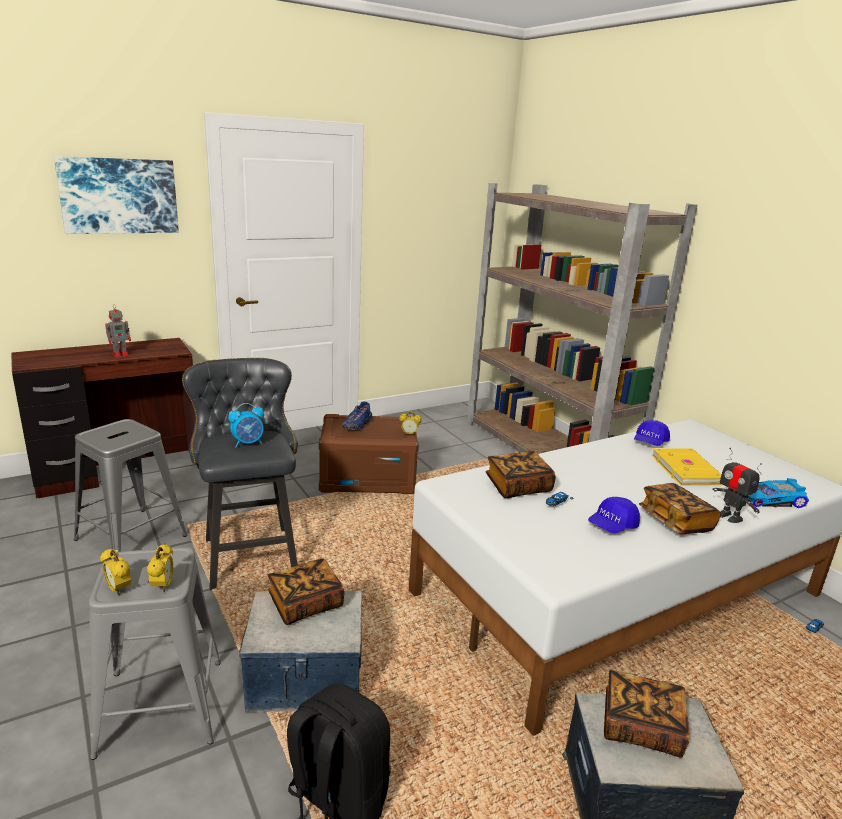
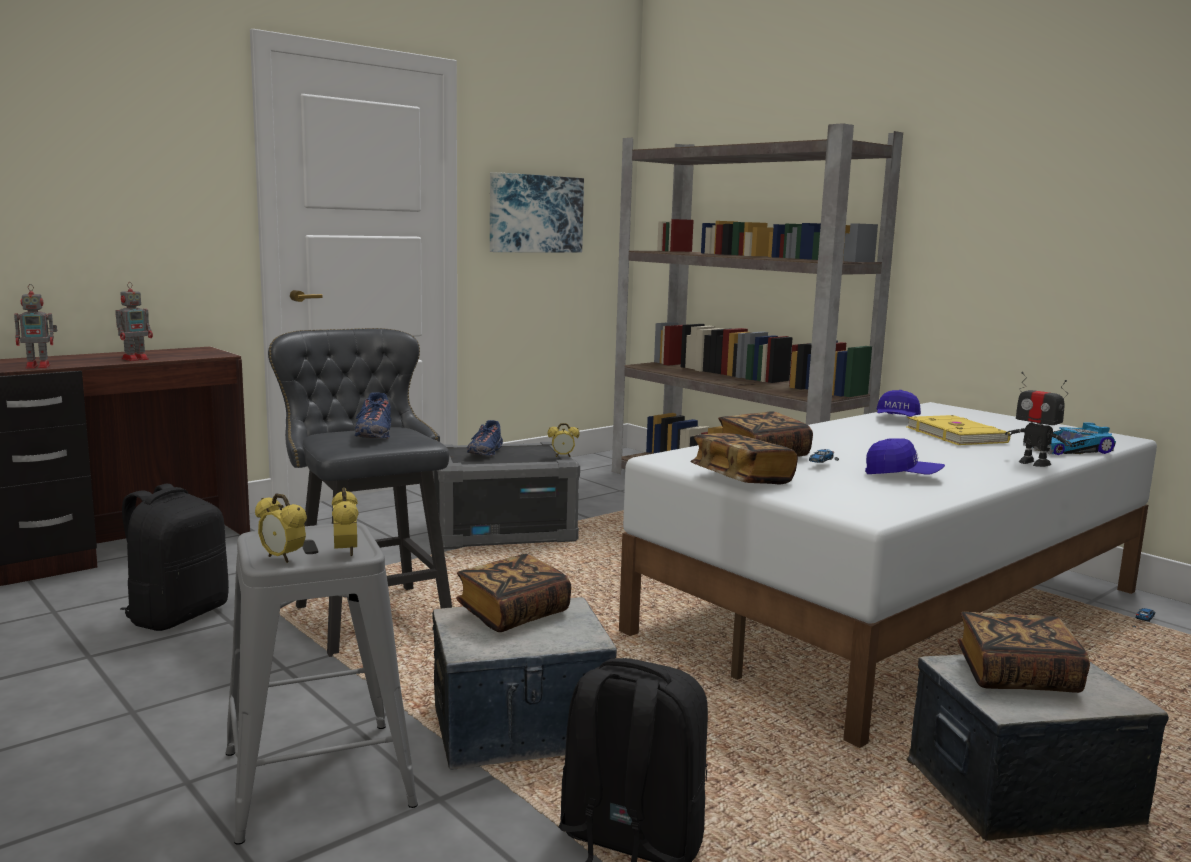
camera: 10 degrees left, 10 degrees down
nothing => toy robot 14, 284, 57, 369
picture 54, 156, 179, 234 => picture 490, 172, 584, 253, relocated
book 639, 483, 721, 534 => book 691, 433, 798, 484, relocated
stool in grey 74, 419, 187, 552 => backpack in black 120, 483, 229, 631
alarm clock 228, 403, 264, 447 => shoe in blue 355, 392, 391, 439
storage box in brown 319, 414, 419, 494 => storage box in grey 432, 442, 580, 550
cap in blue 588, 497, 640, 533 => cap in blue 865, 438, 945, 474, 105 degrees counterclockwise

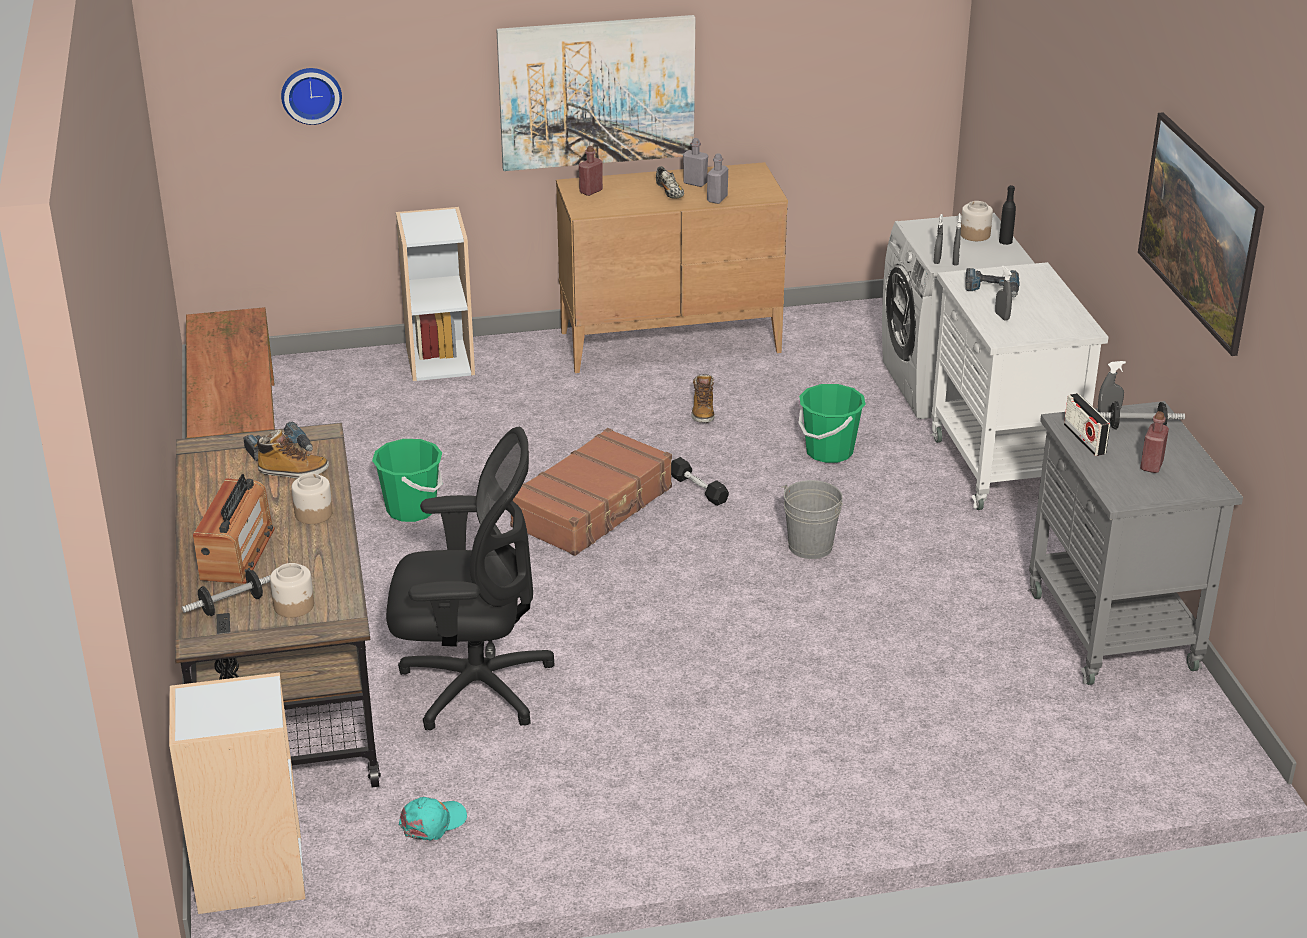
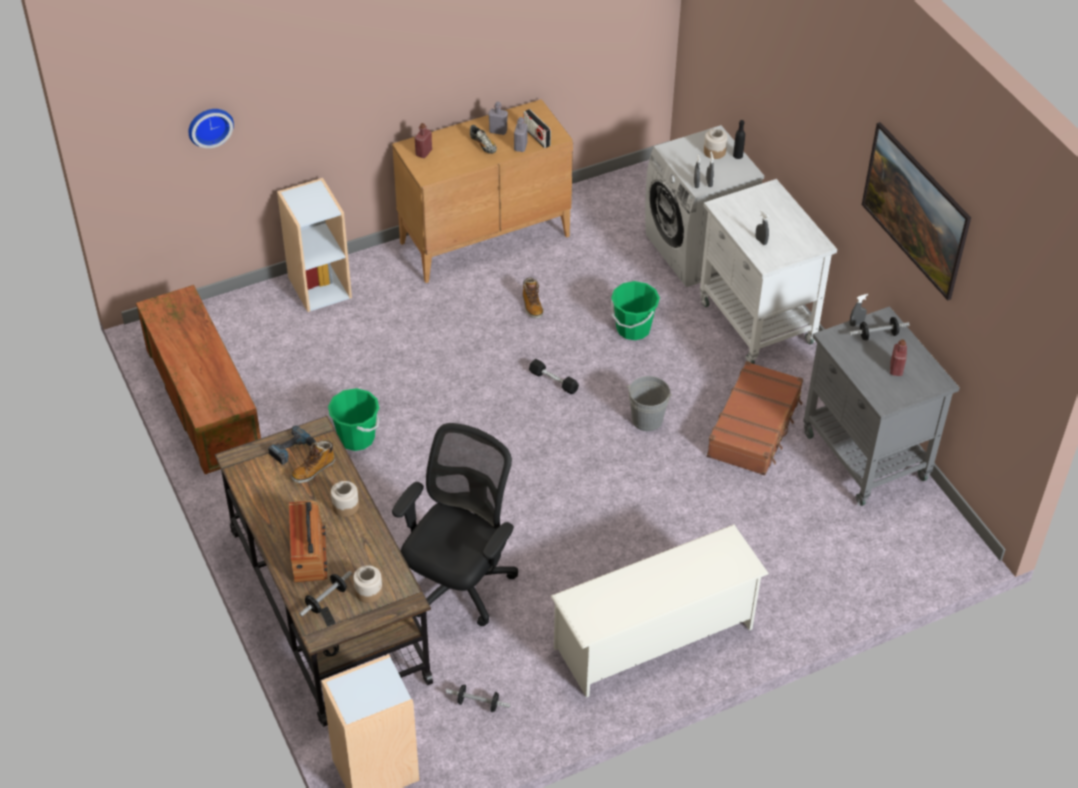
camera: 15 degrees left, 15 degrees up
picture 496, 15, 695, 171 => nothing
power drill 965, 268, 1019, 298 => nothing
nothing => shoe rack in white 551, 524, 769, 698
suitcase in brown 510, 428, 672, 556 => suitcase in brown 707, 361, 803, 476, relocated
radio 1064, 393, 1110, 456 => radio 524, 109, 551, 148, relocated
cap in turquoise 399, 797, 467, 841 => dumbbell 446, 684, 511, 712
boot 255, 430, 329, 478 => boot 291, 441, 335, 483, 150 degrees clockwise
office chair in black 386, 427, 555, 730 => office chair in black 392, 423, 518, 626, 45 degrees counterclockwise

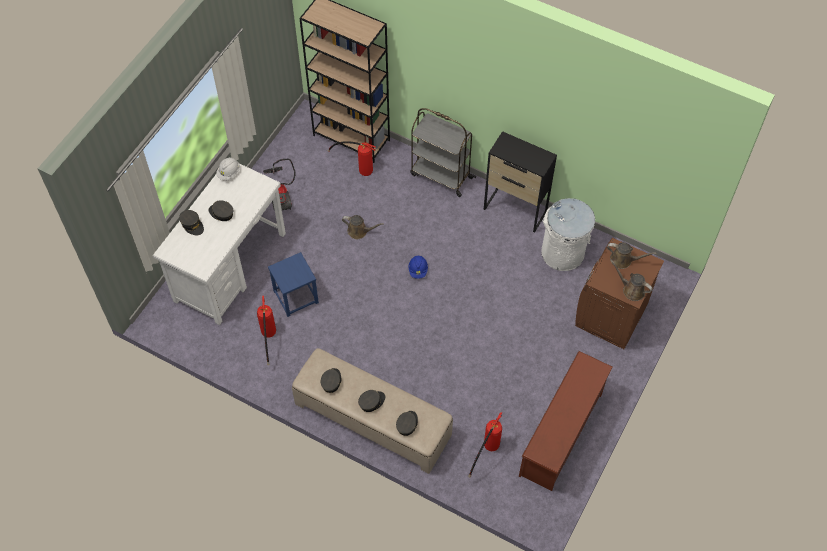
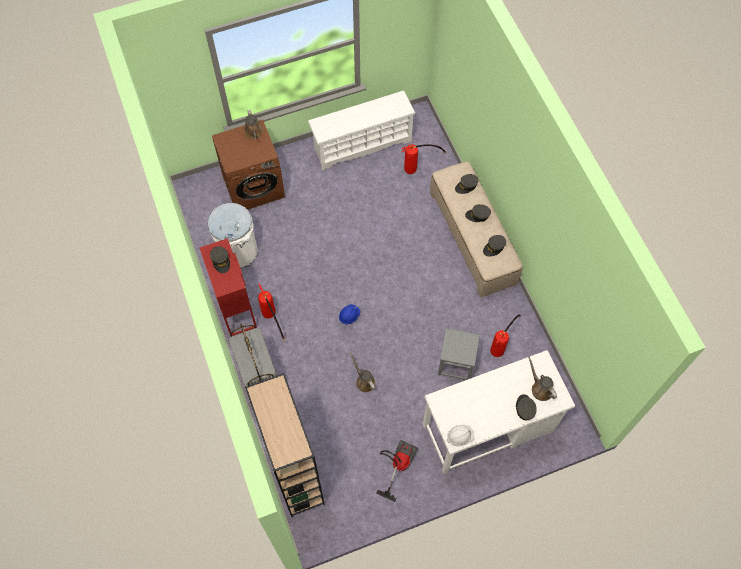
camera: 140 degrees left, 5 degrees up
cap in grey 209, 200, 233, 221 => cap in grey 210, 246, 230, 273, relocated
fire extinguisher 328, 141, 376, 176 => fire extinguisher 258, 284, 285, 341, relocated
watering can in brown 607, 242, 656, 269 => watering can in brown 528, 356, 557, 401, relocated
stool in blue 268, 252, 319, 317 => stool in grey 438, 328, 480, 380
cabinet in black 484, 131, 557, 233 => cabinet in red 200, 238, 257, 336
shoe rack in brown 519, 351, 613, 491 => shoe rack in white 308, 91, 416, 171

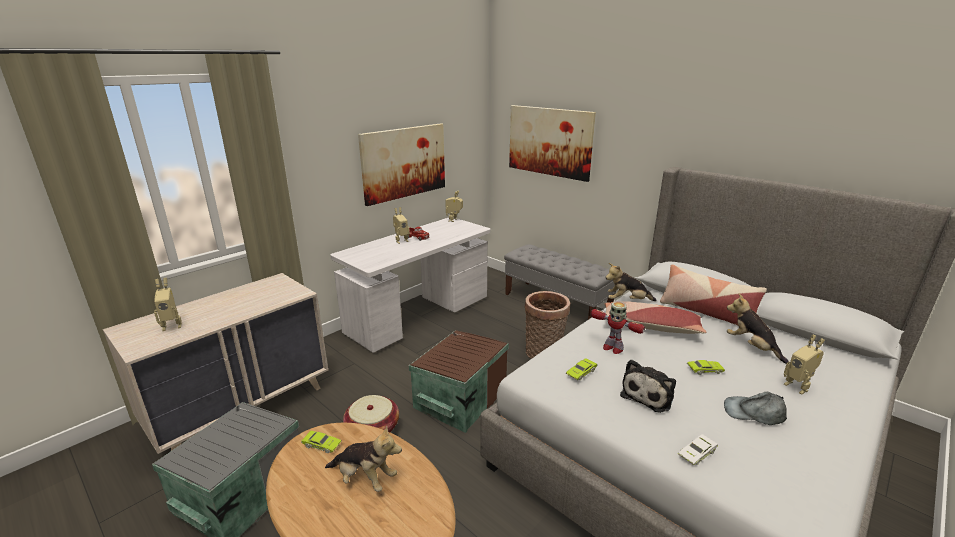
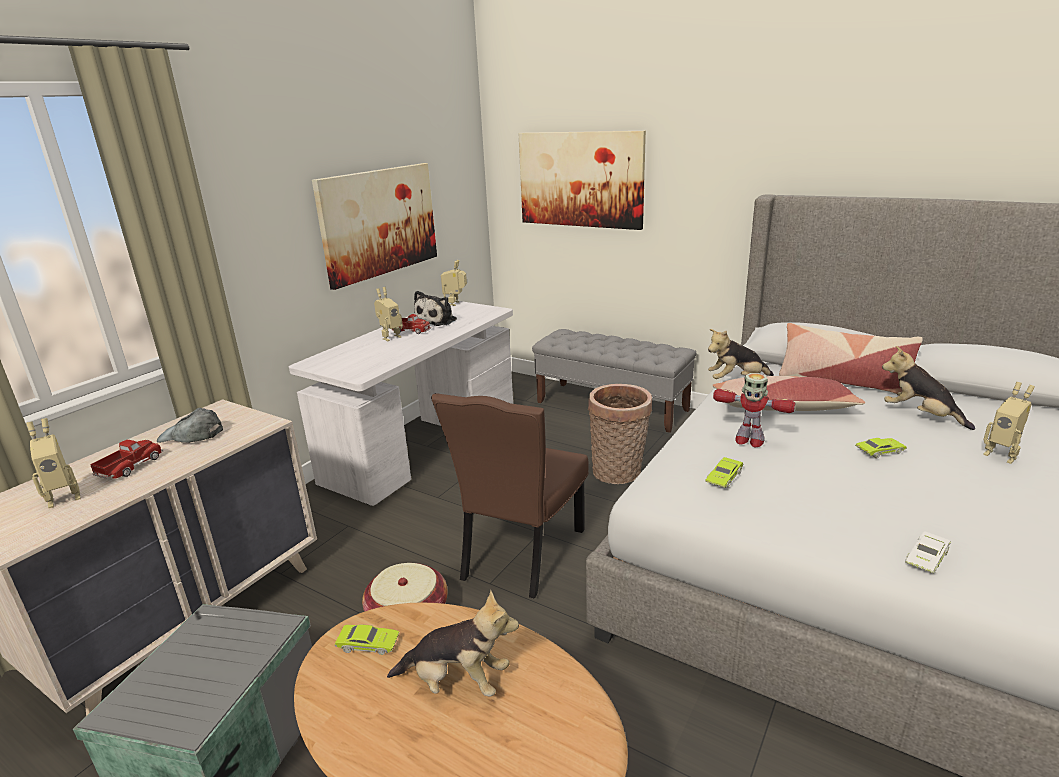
camera: 10 degrees left, 0 degrees up
nothing => toy truck 90, 440, 163, 479
plush toy 620, 360, 676, 413 => plush toy 414, 291, 457, 326, relocated
cap in grey 724, 392, 787, 425 => cap in grey 157, 408, 223, 443, relocated
storage box in brown 409, 330, 509, 433 => chair in brown 431, 393, 589, 599

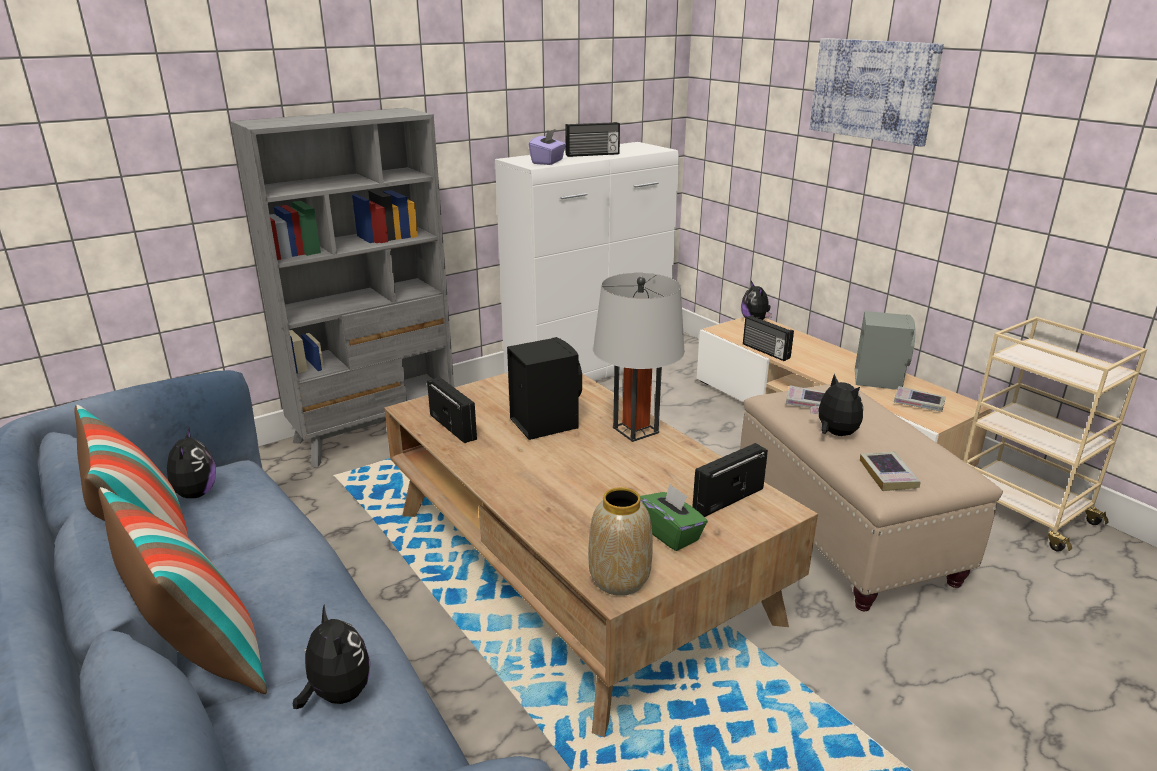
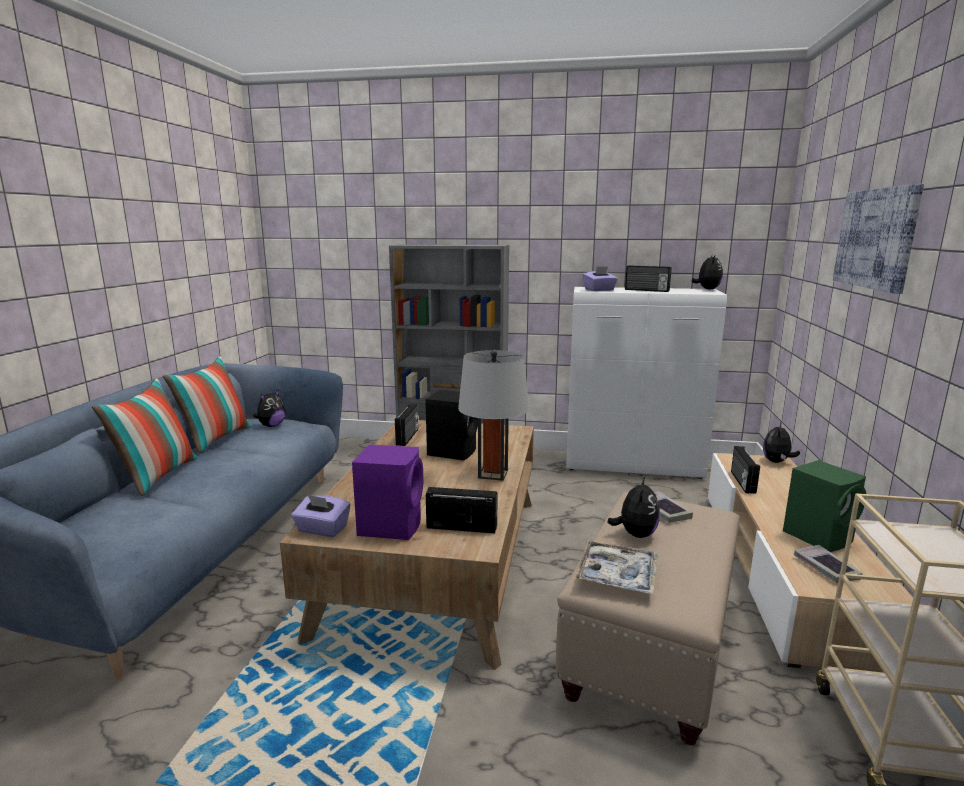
camera: 45 degrees right, 10 degrees down
plush toy 293, 604, 370, 709 => plush toy 692, 255, 723, 290, relocated
vase 588, 487, 652, 596 => tissue box in purple 291, 494, 350, 537
tissue box in green 640, 484, 708, 551 => speaker in purple 352, 444, 423, 540
book 860, 451, 920, 491 => tray 575, 540, 658, 595
speaker in grey 855, 311, 916, 390 => speaker in green 783, 460, 866, 552

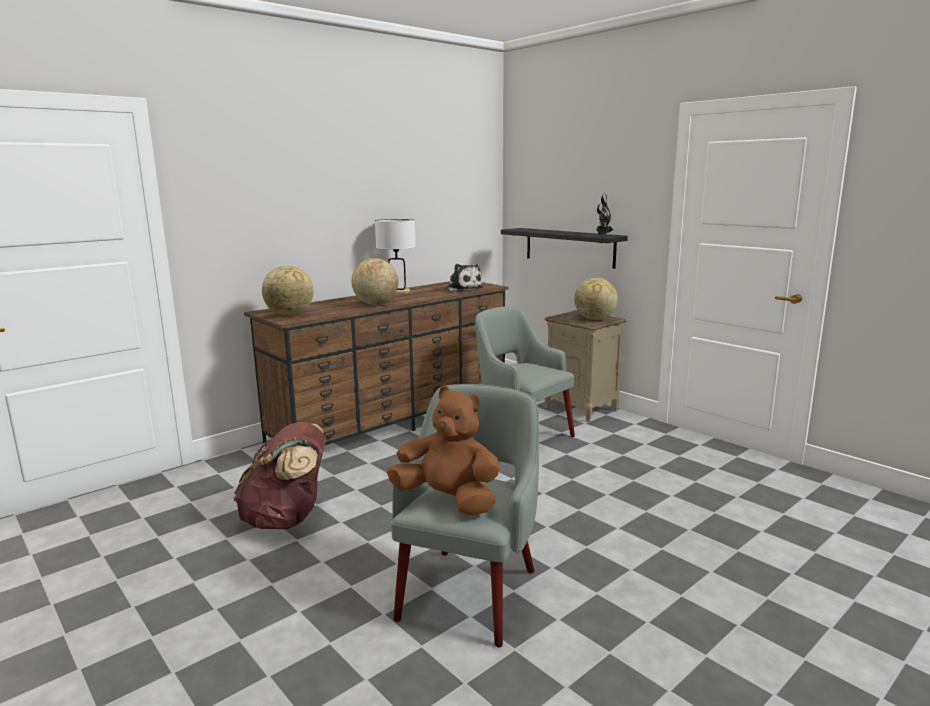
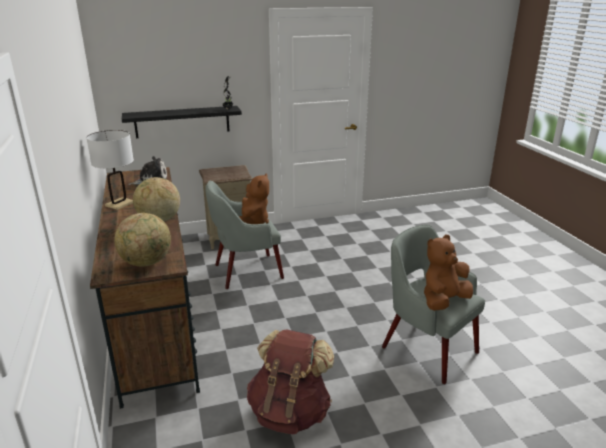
camera: 65 degrees left, 10 degrees up
globe 574, 278, 618, 320 => nothing
nothing => plush toy in brown 239, 173, 269, 224

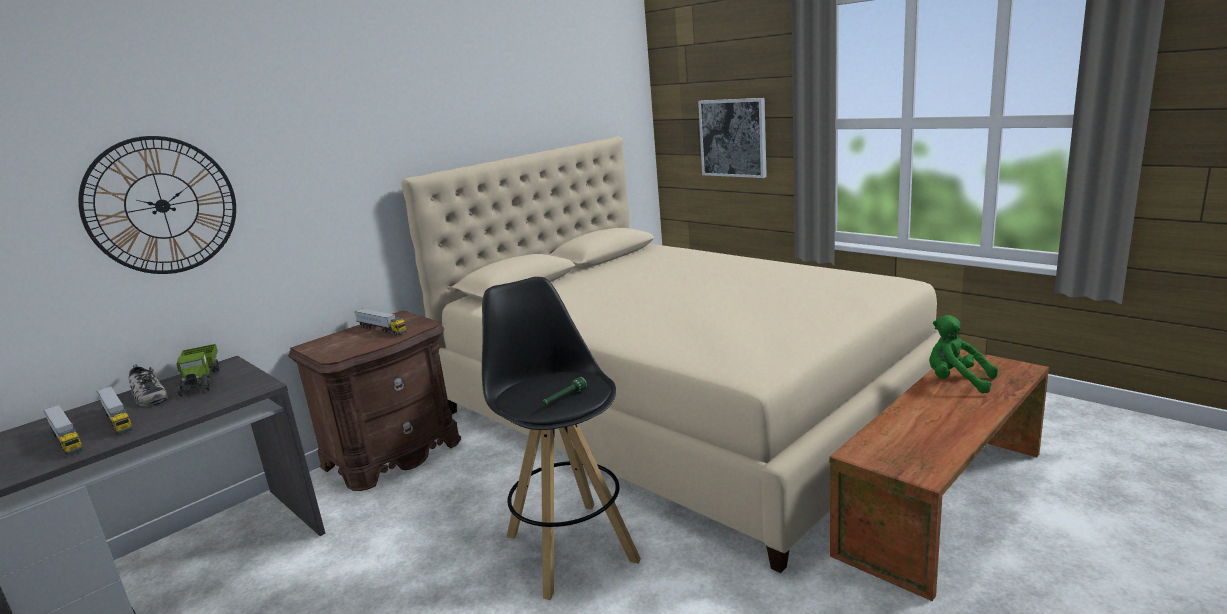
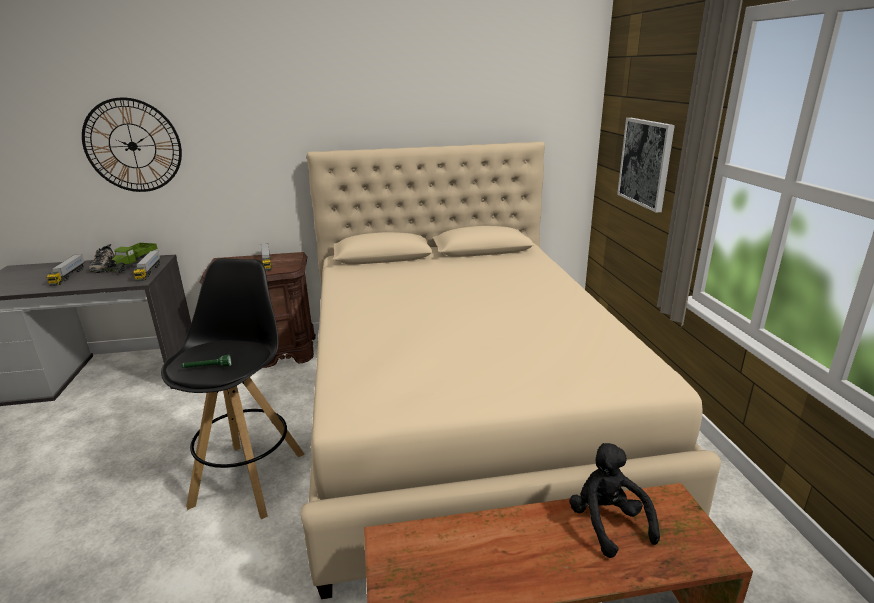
camera: 35 degrees right, 5 degrees up
toy truck 43, 405, 83, 455 => toy truck 133, 251, 160, 281, relocated
plush toy in green 929, 315, 998, 393 => plush toy in black 569, 443, 660, 558

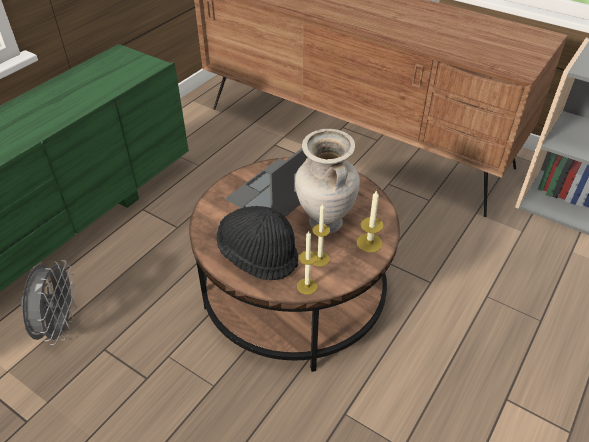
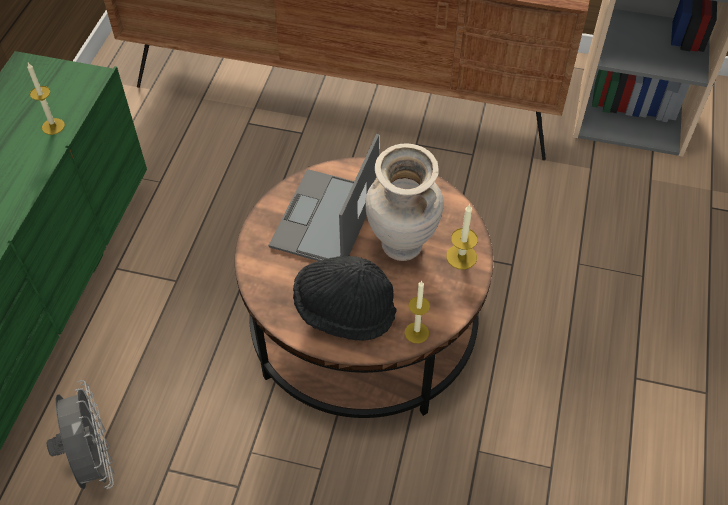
camera: 20 degrees left, 10 degrees up
candle 313, 203, 330, 266 => candle 27, 63, 65, 135, relocated

